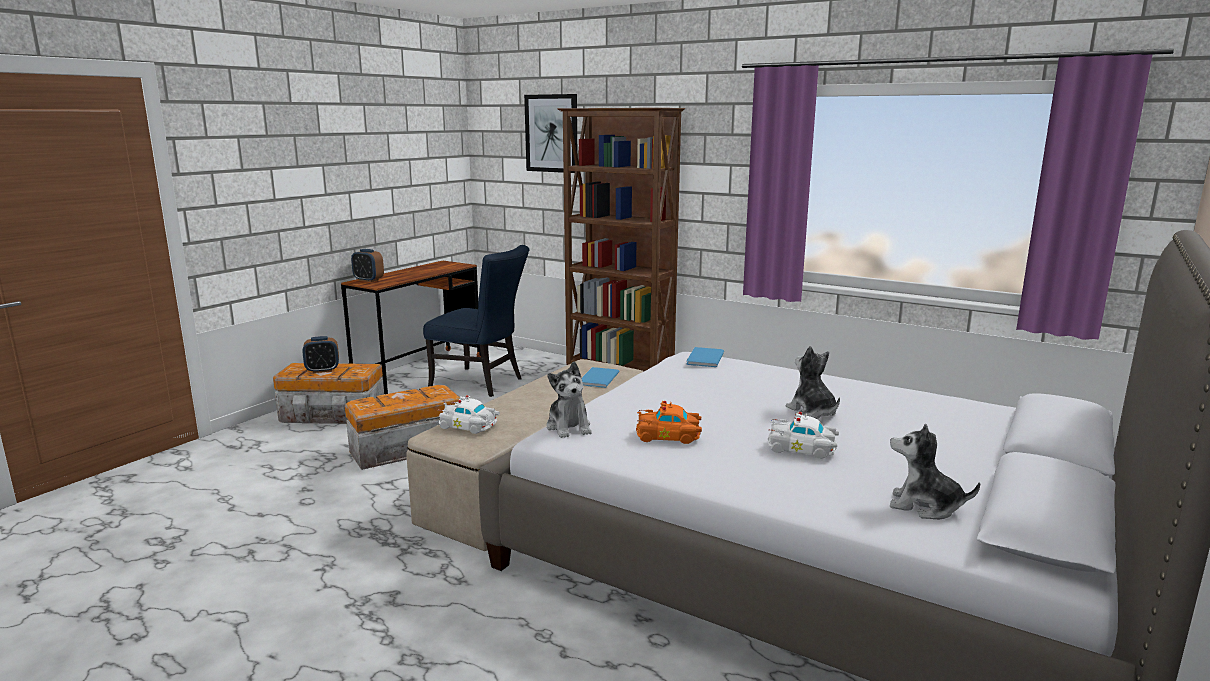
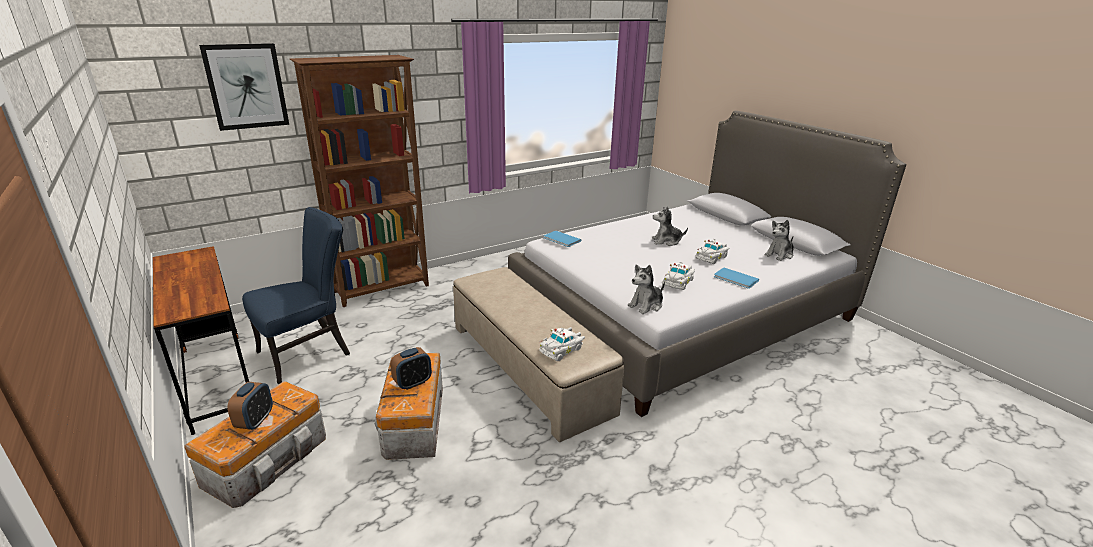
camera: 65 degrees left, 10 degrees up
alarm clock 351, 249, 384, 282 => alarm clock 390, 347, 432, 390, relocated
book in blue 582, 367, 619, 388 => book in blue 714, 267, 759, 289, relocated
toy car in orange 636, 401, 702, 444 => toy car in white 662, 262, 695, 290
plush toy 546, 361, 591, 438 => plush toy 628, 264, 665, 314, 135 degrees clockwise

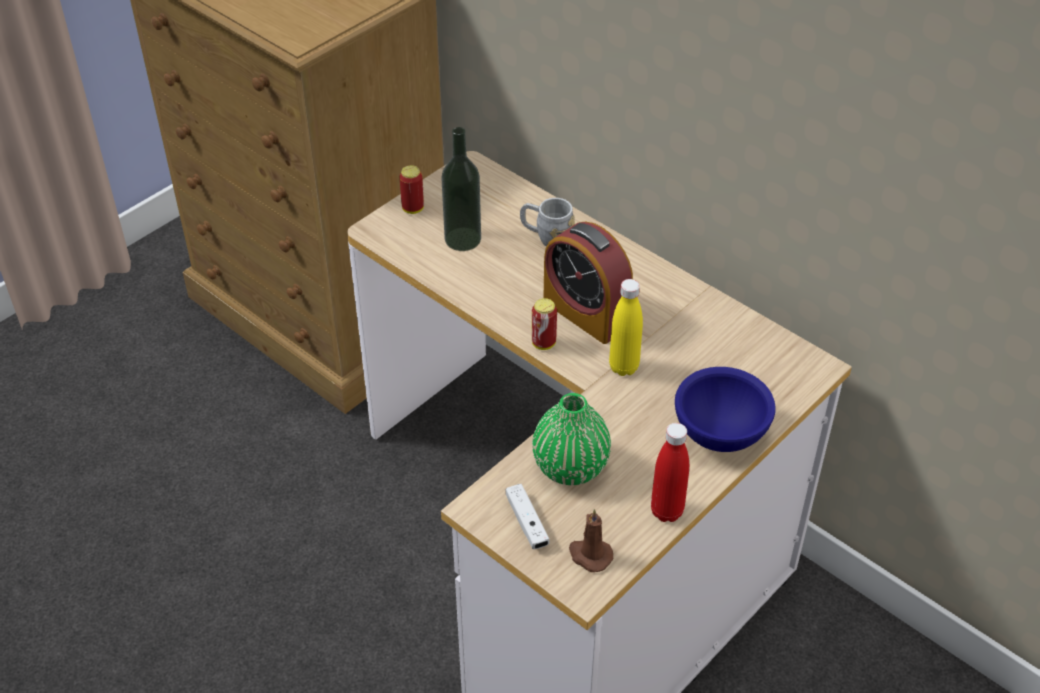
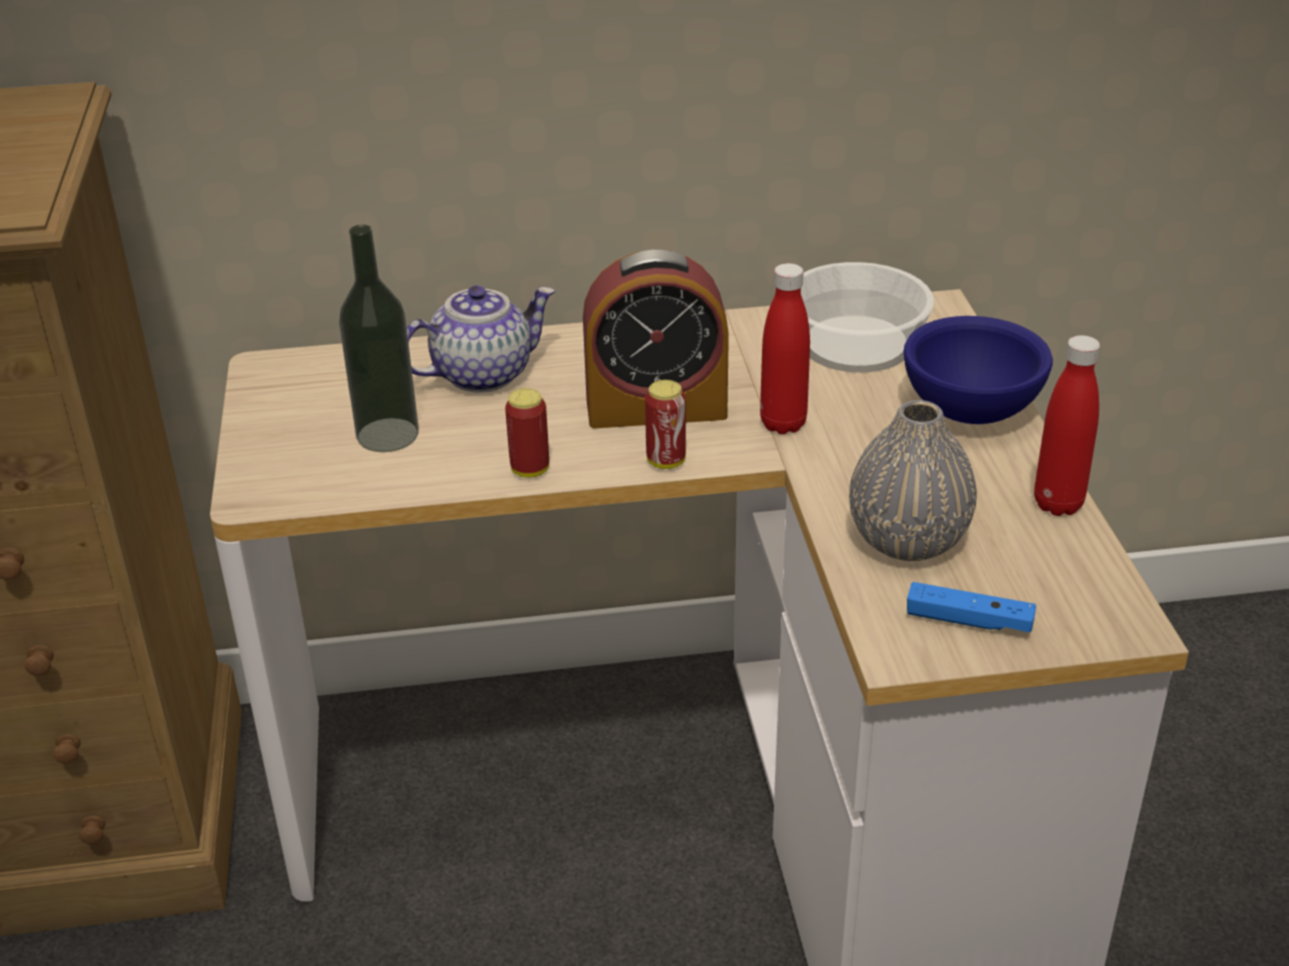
camera: 50 degrees left, 10 degrees down
candle in brown 569, 509, 613, 572 => nothing
nothing => bowl 801, 262, 934, 373
can 399, 165, 424, 214 => can 505, 388, 549, 478, relocated
mug in grey 520, 198, 575, 247 => teapot 407, 285, 555, 392
game controller in white 505, 484, 550, 549 => game controller in blue 907, 582, 1036, 633
vase in green 532, 393, 611, 485 => vase in grey 849, 400, 977, 561
bottle in yellow 609, 279, 643, 376 => bottle in red 760, 263, 810, 434

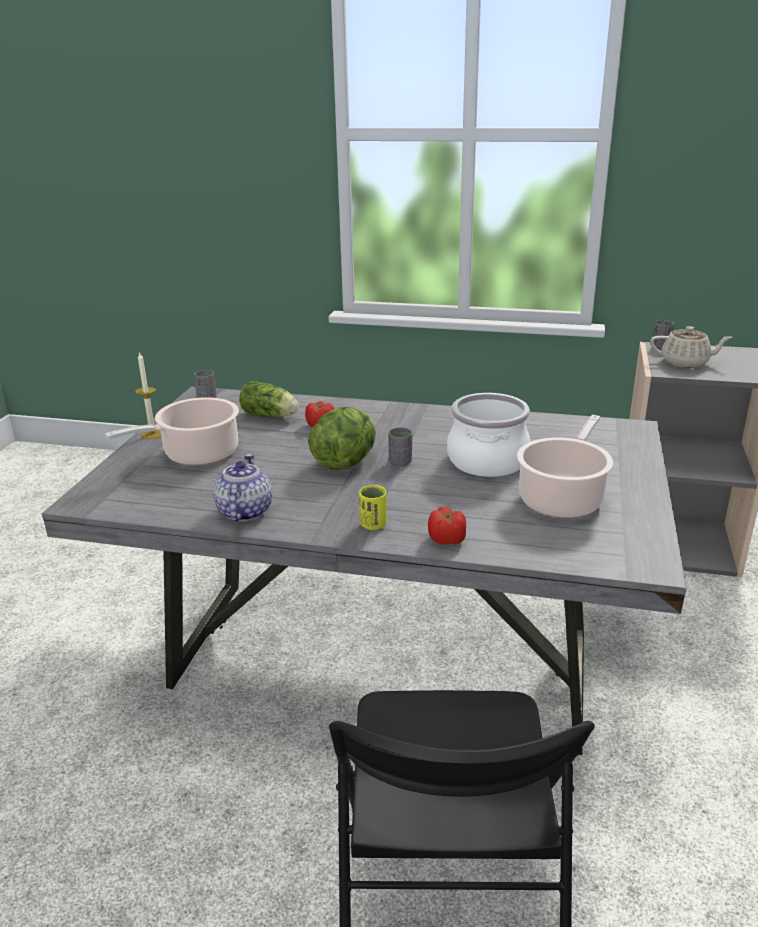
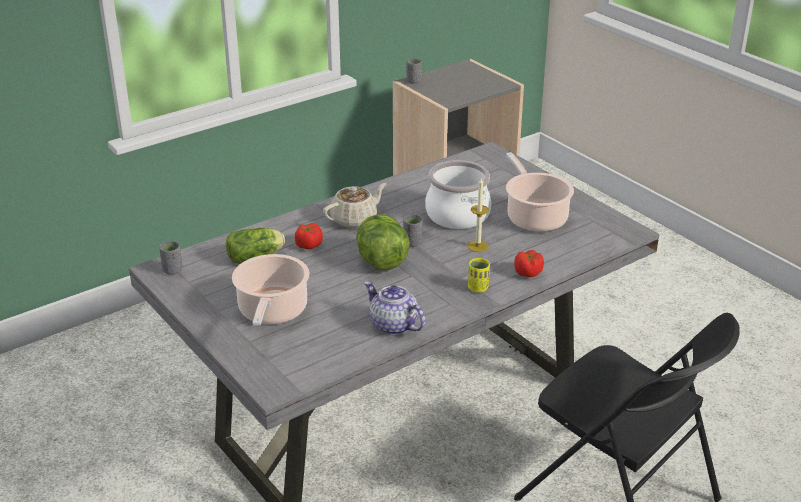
camera: 50 degrees left, 5 degrees up
candle 135, 351, 161, 439 => candle 468, 178, 489, 252, relocated
teapot in beige 650, 326, 732, 368 => teapot in beige 323, 183, 387, 228, relocated

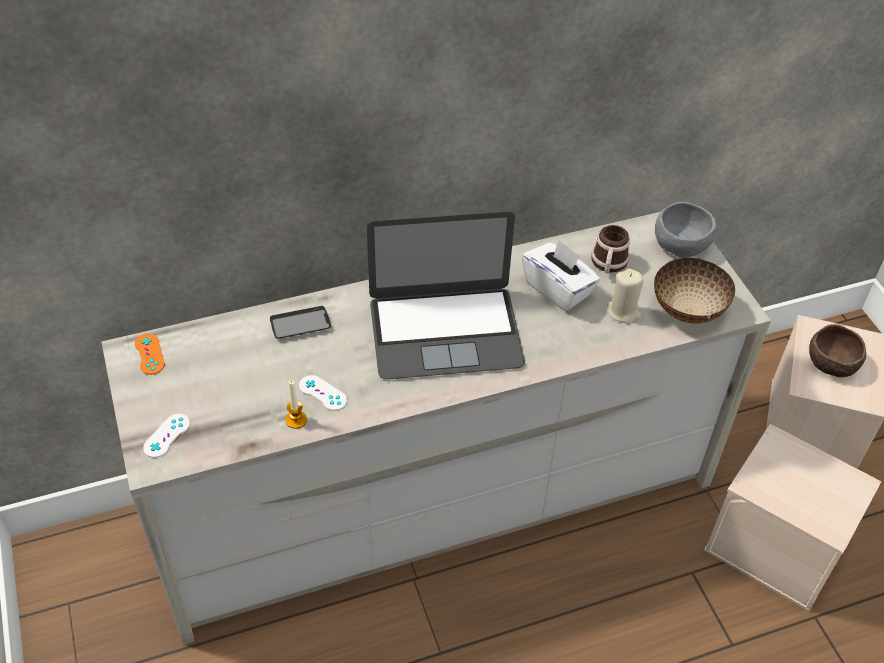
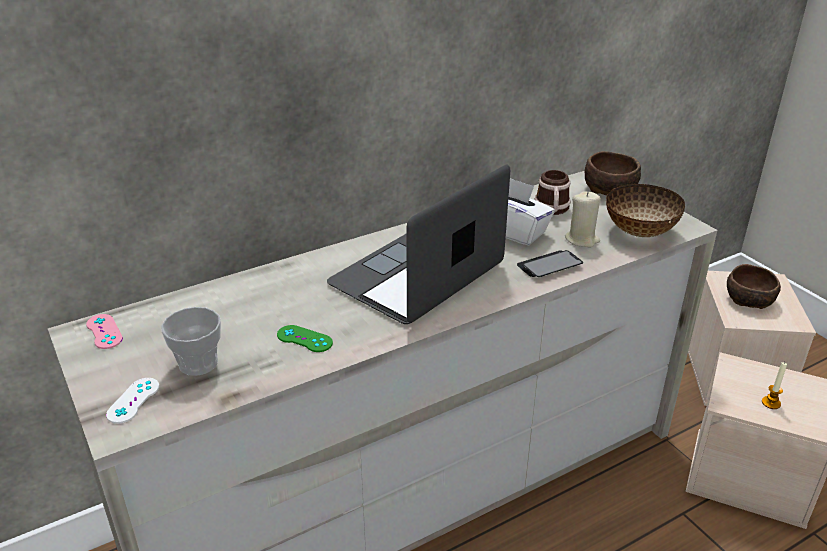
camera: 10 degrees left, 15 degrees down
nothing => cup 161, 307, 221, 376
phone 270, 306, 331, 339 => phone 517, 250, 583, 277, relocated
candle 286, 380, 307, 429 => candle 762, 362, 787, 409, relocated
game controller in orange 135, 334, 165, 375 => game controller in pink 86, 314, 123, 349
game controller in white 299, 375, 347, 411 => game controller in green 277, 325, 333, 352
bowl in grey 655, 202, 717, 258 => bowl in brown 584, 151, 641, 195
laptop 367, 211, 525, 379 => laptop 327, 164, 510, 324, 150 degrees clockwise

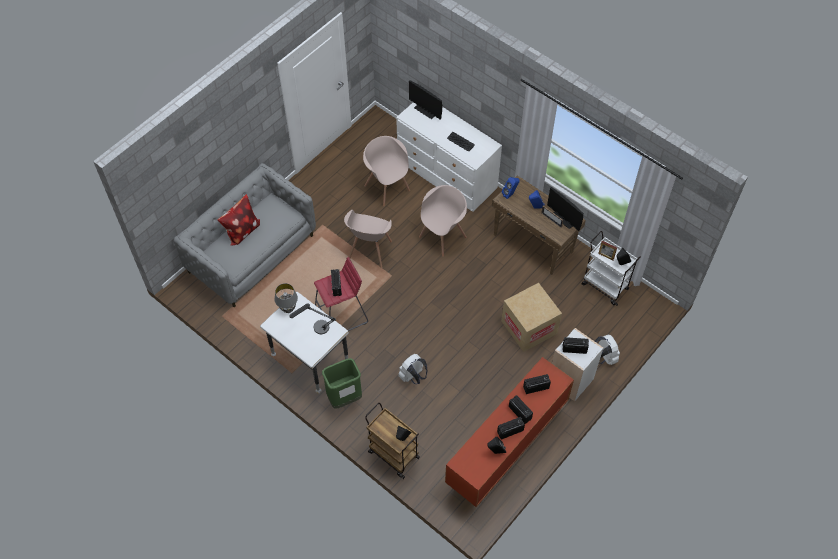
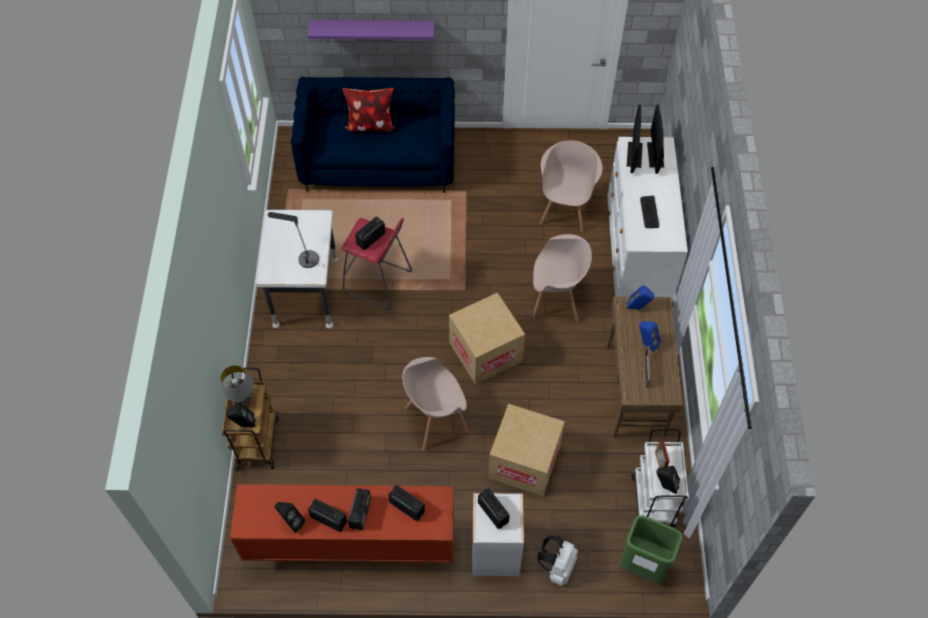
camera: 50 degrees right, 0 degrees up
backpack in white 399, 354, 427, 384 => nothing
nothing => shelf in purple 308, 20, 434, 40
nothing => cardboard box 449, 293, 525, 385
table lamp in grey 274, 283, 298, 313 => table lamp in grey 220, 365, 254, 405, relocated
trash can in green 322, 358, 362, 409 => trash can in green 619, 515, 683, 584, relocated
chair in beige 344, 210, 392, 268 => chair in beige 402, 357, 468, 450, relocated
monitor 547, 187, 583, 231 => monitor 627, 104, 643, 173, relocated
sofa in grey 174, 163, 316, 307 => sofa in blue 291, 77, 455, 193

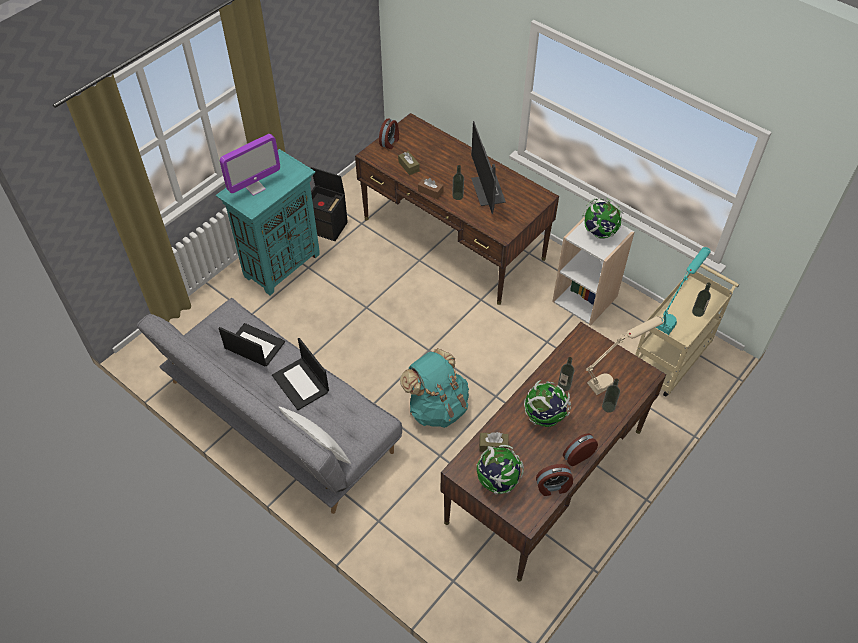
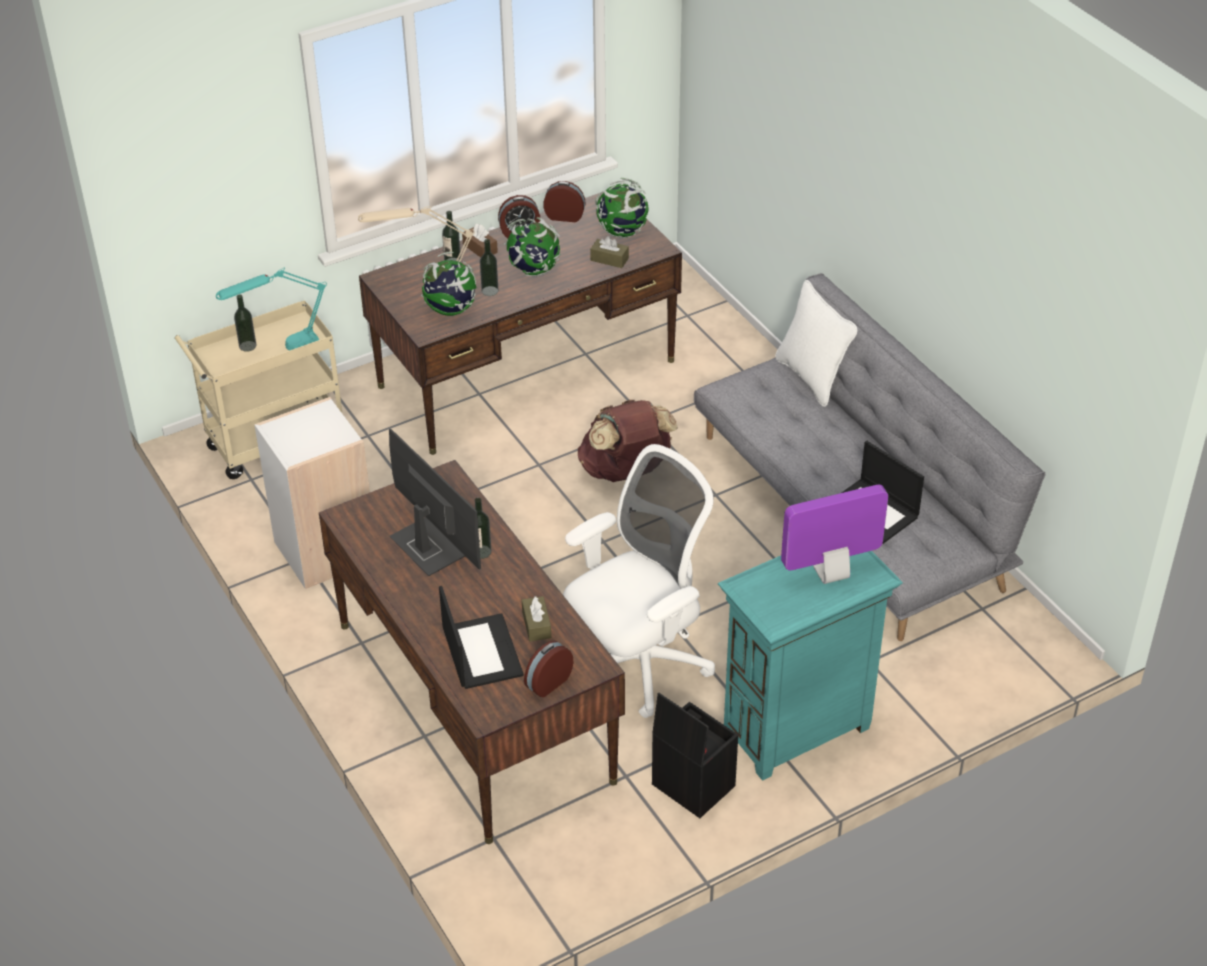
camera: 160 degrees left, 10 degrees down
nothing => office chair in white 563, 444, 715, 718
laptop 272, 338, 329, 410 => laptop 439, 586, 524, 689, relocated
tissue box in brown 418, 177, 444, 199 => tissue box in brown 462, 224, 498, 258, relocated
globe 582, 198, 624, 239 => globe 421, 252, 476, 316, relocated
backpack in turquoise 400, 348, 469, 428 => backpack in brown 578, 399, 678, 482
monitor 471, 121, 506, 214 => monitor 389, 428, 481, 576, 45 degrees counterclockwise

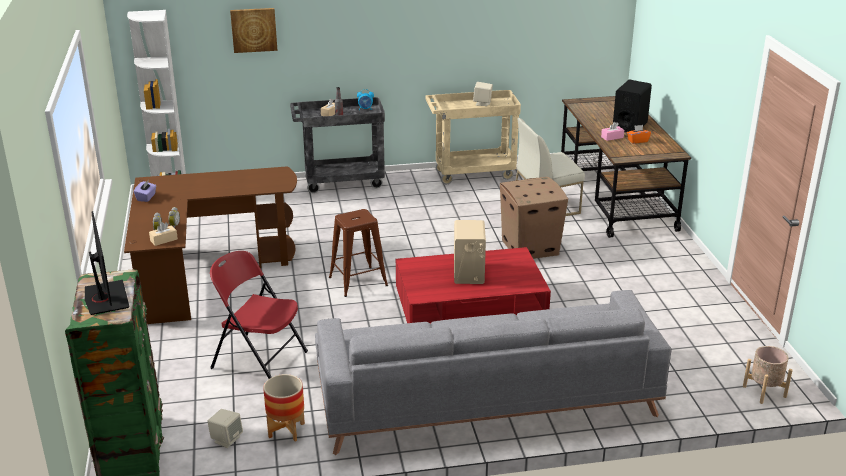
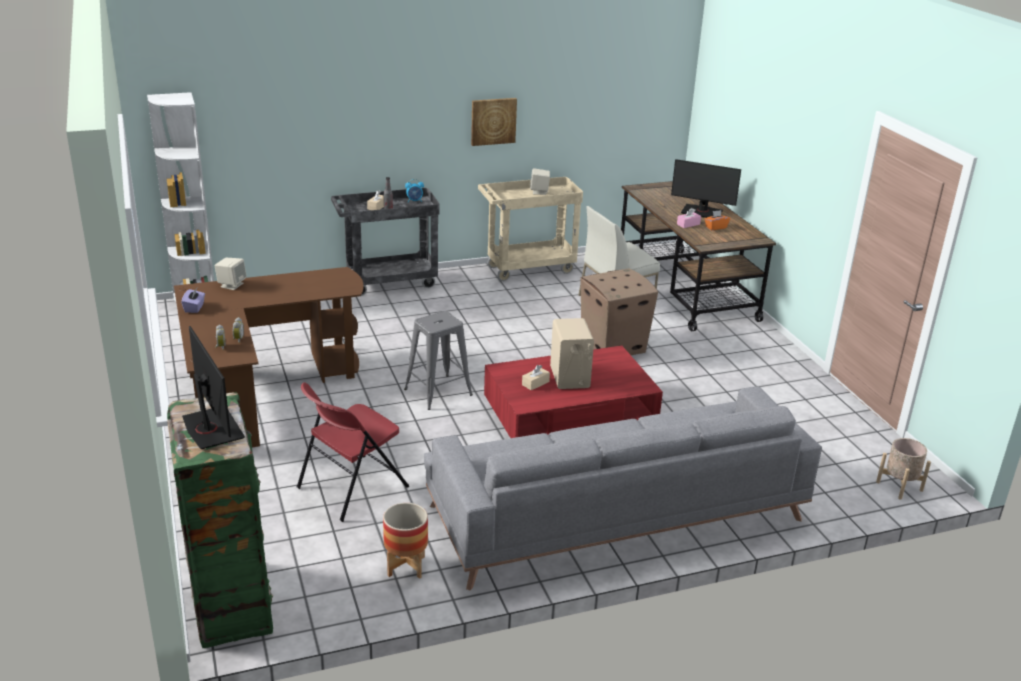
camera: 10 degrees left, 0 degrees up
tissue box in beige 149, 222, 178, 246 => tissue box in beige 522, 365, 550, 390, relocated
speaker in beige 207, 409, 243, 448 => speaker in beige 215, 258, 247, 290, relocated
picture 230, 8, 277, 53 => picture 471, 98, 517, 146, relocated
speaker in black 613, 79, 652, 132 => monitor 671, 159, 741, 218
stool in brown 329, 209, 388, 297 => stool in grey 404, 311, 473, 410
chair in red 210, 251, 308, 379 => chair in red 297, 382, 409, 522, 60 degrees counterclockwise

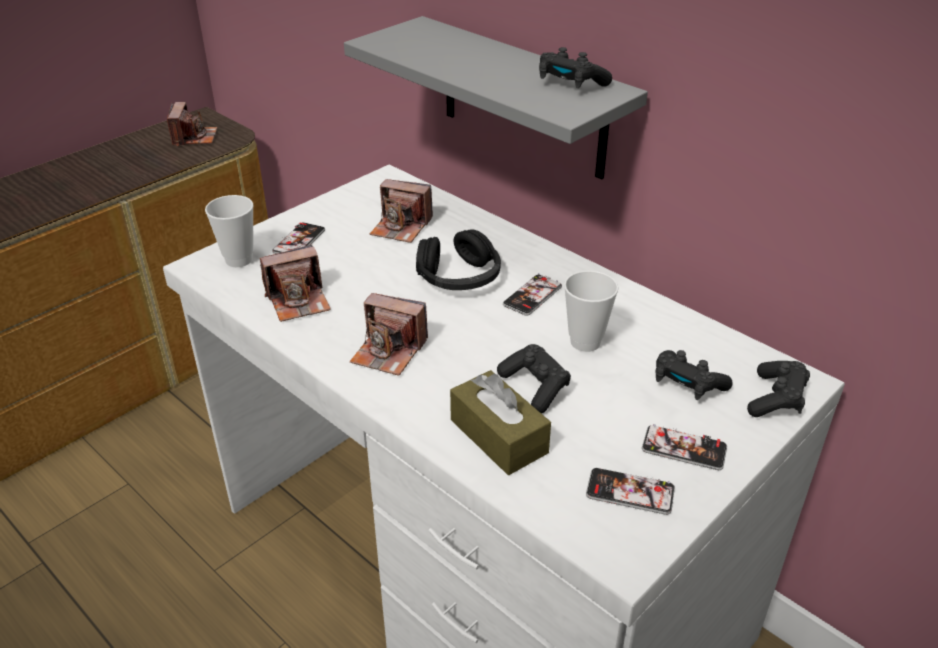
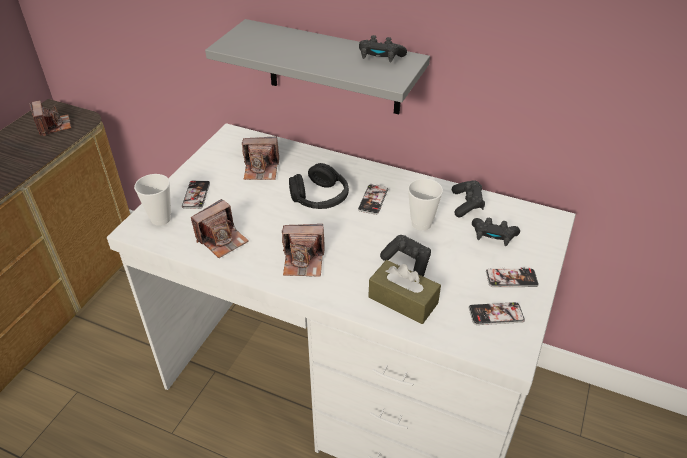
camera: 20 degrees left, 5 degrees up
game controller in black 747, 361, 810, 417 => game controller in black 452, 180, 485, 217, relocated

